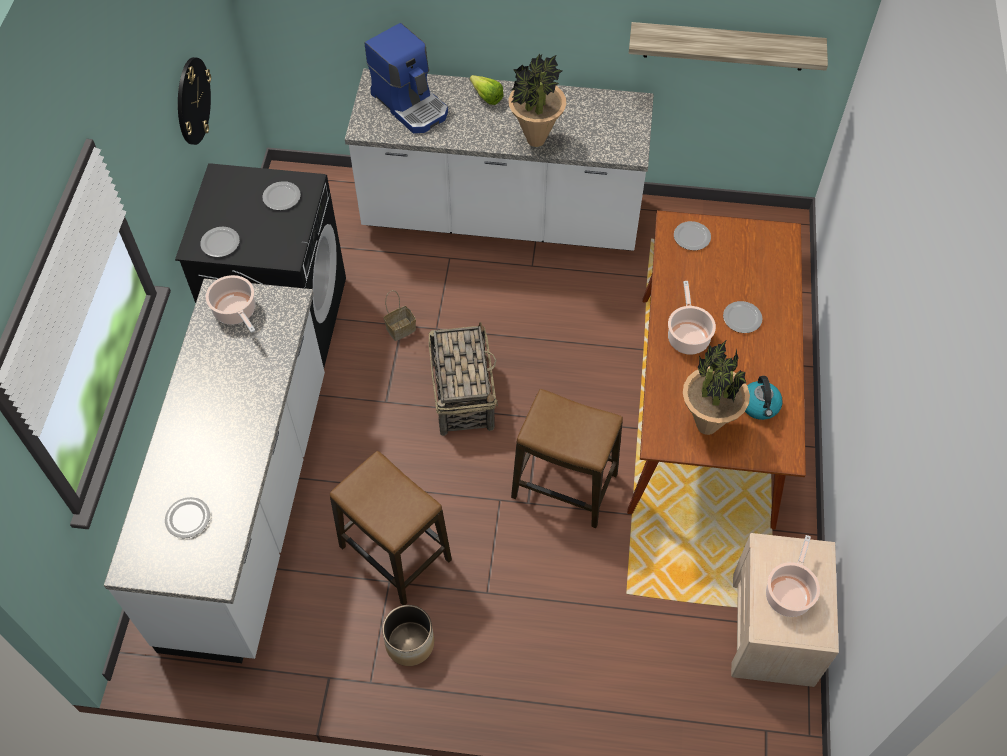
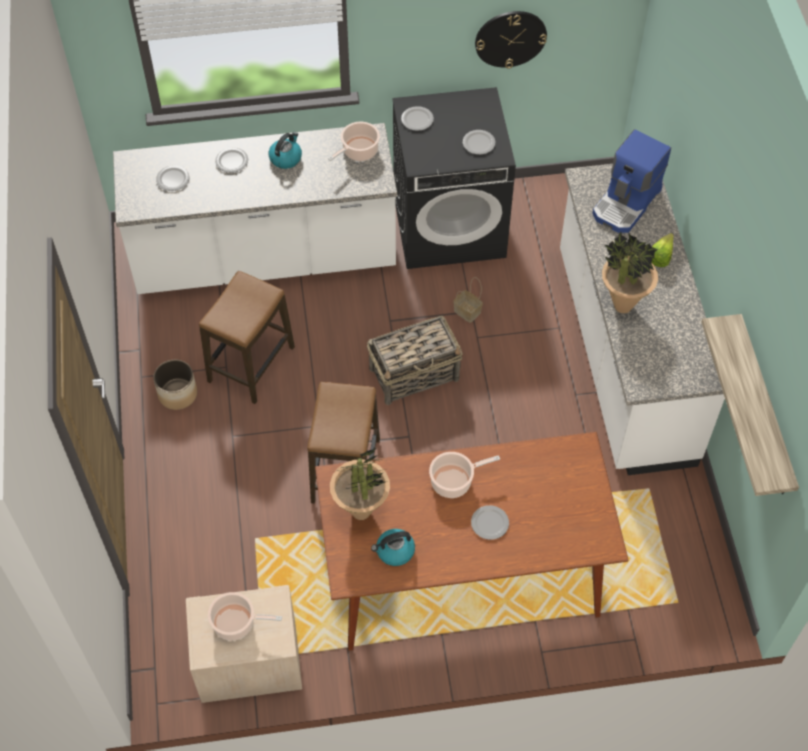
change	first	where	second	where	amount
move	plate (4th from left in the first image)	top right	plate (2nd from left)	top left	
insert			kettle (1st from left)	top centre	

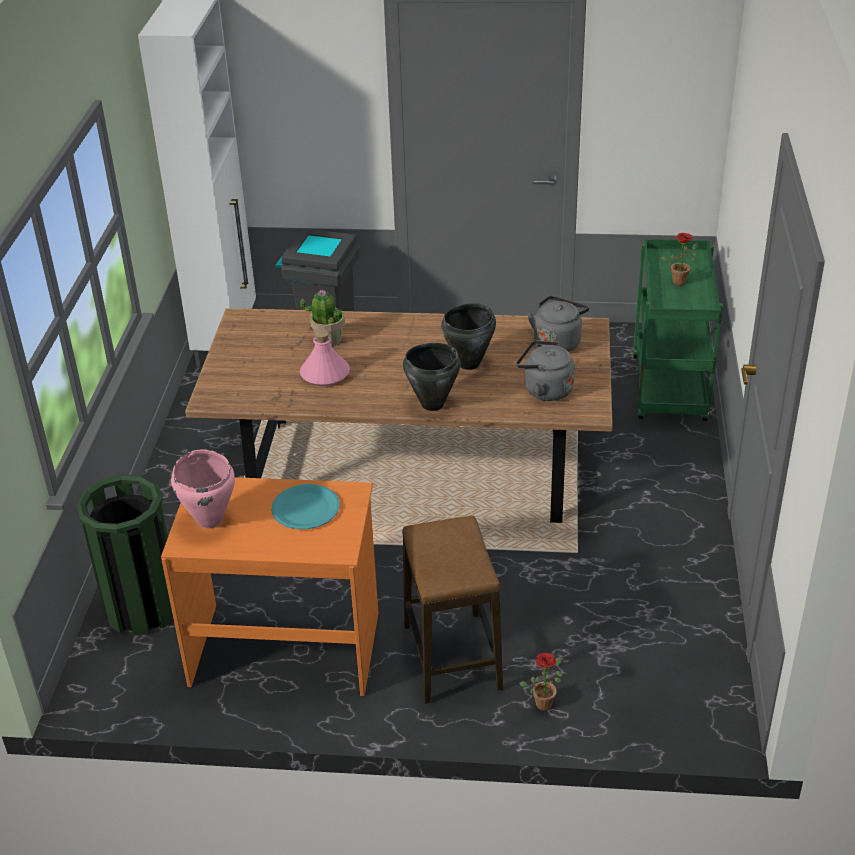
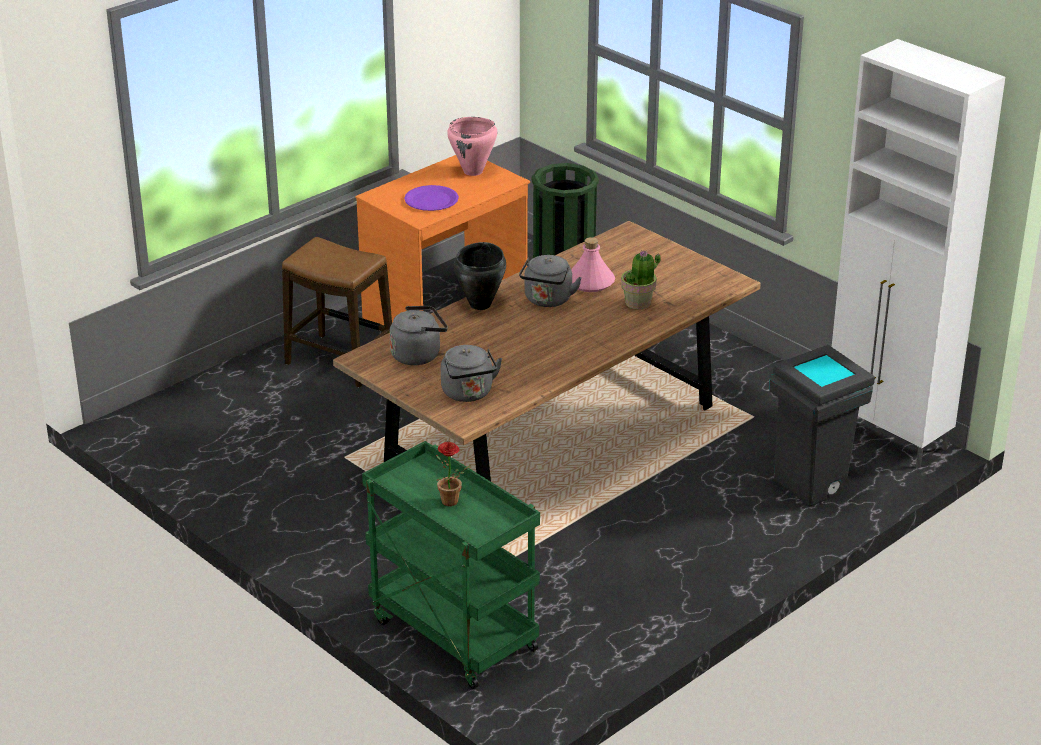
change	first	where	second	where	amount
delete	black cooking pot (2nd from left)	centre			
recolor	turquoise plate	centre	purple plate	top centre	
delete	potted plant (2nd from left)	bottom centre			
insert			grey kettle (3rd from left)	centre	

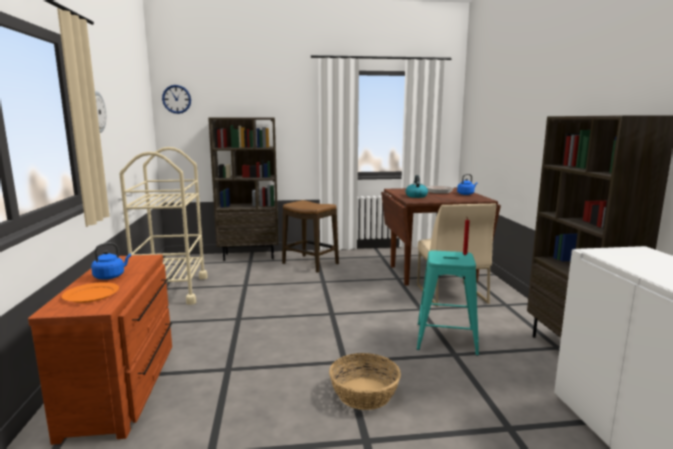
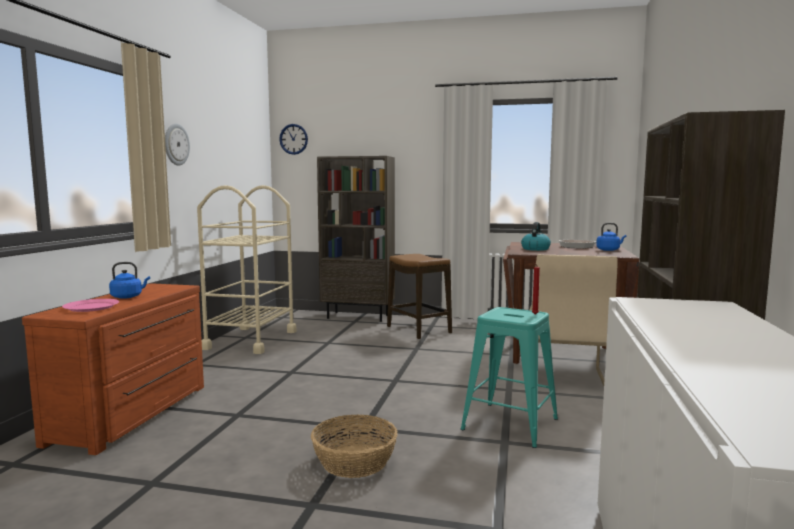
change	first	where	second	where	amount
recolor	orange plate	middle left	pink plate	middle left	

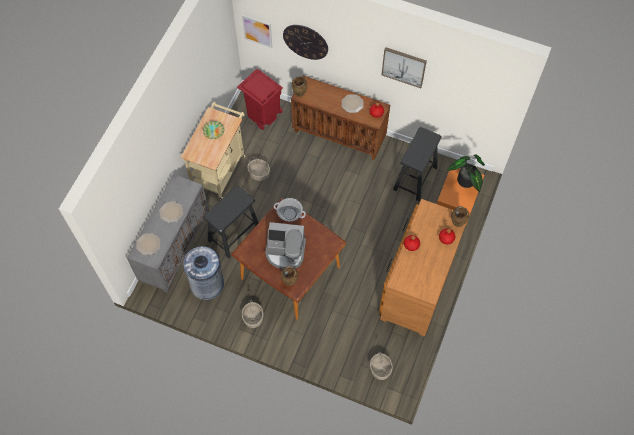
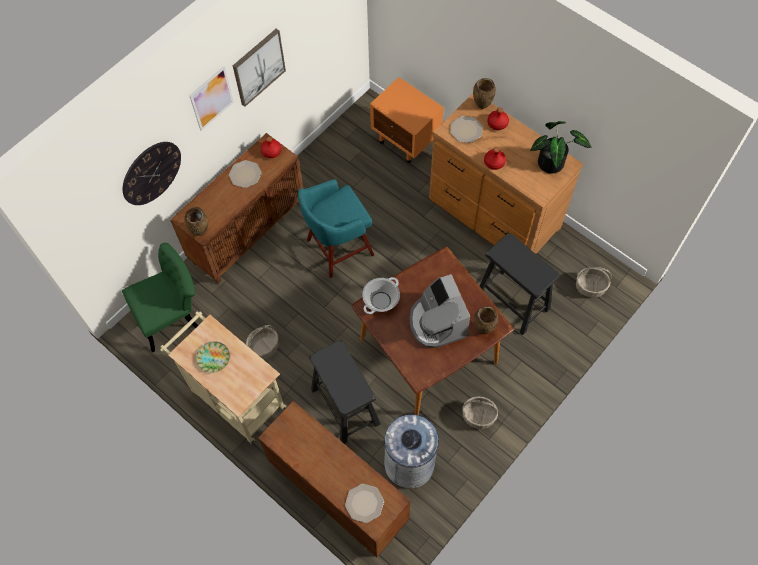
change	first	where	second	where	amount
move	picture (1st from left)	top centre		top left	
replace	red trash can	top centre	green chair	middle left	
move	black stool (2nd from left)	centre		middle right	
move	potted plant	middle right		top right	
recolor	grey cabinet	middle left	brown cabinet (2nd from left)	bottom centre	
move	plate (2nd from left in the first image)	middle left	plate (4th from left)	top centre	
rotate	coffee machine	centre		centre	135 degrees clockwise
insert			turquoise stool	centre	

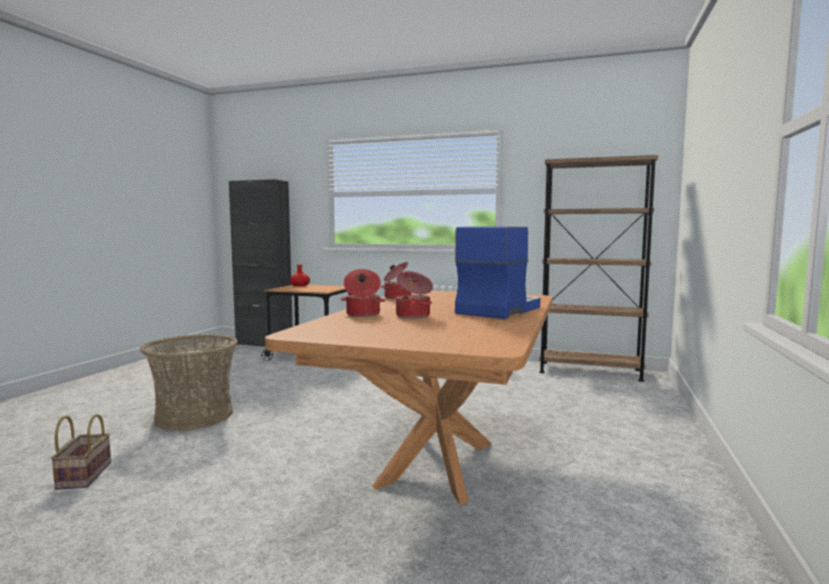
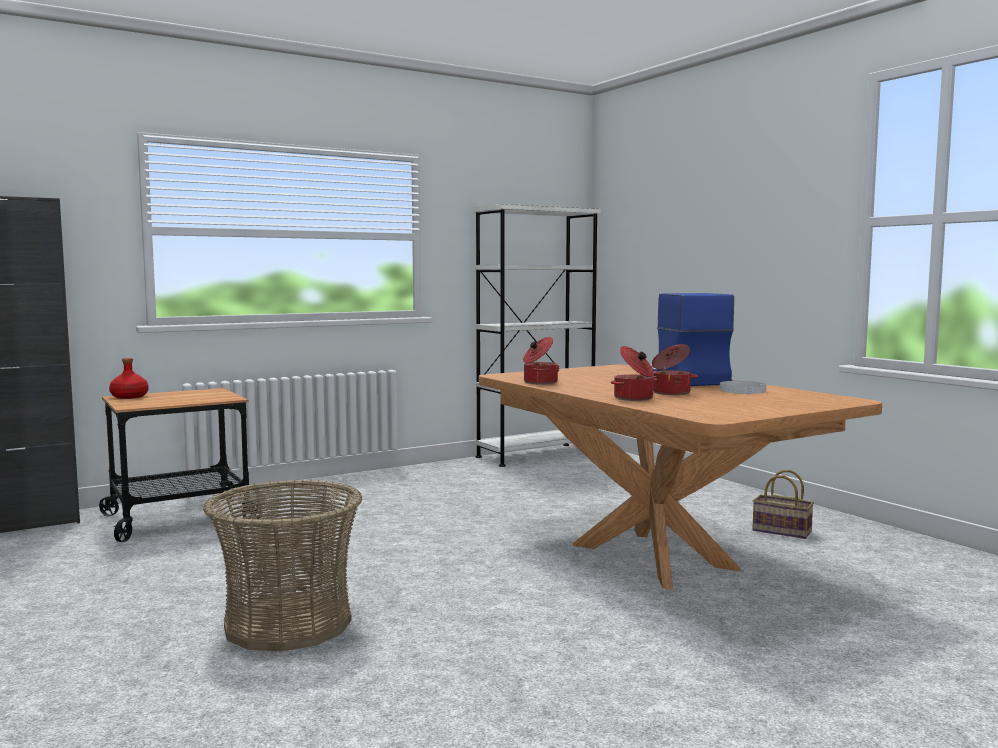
change	first	where	second	where	amount
recolor	brown bookcase	middle right	white bookcase	centre	
move	basket (1st from left in the first image)	bottom left	basket (2nd from left)	bottom right	
insert			white plate	middle right	

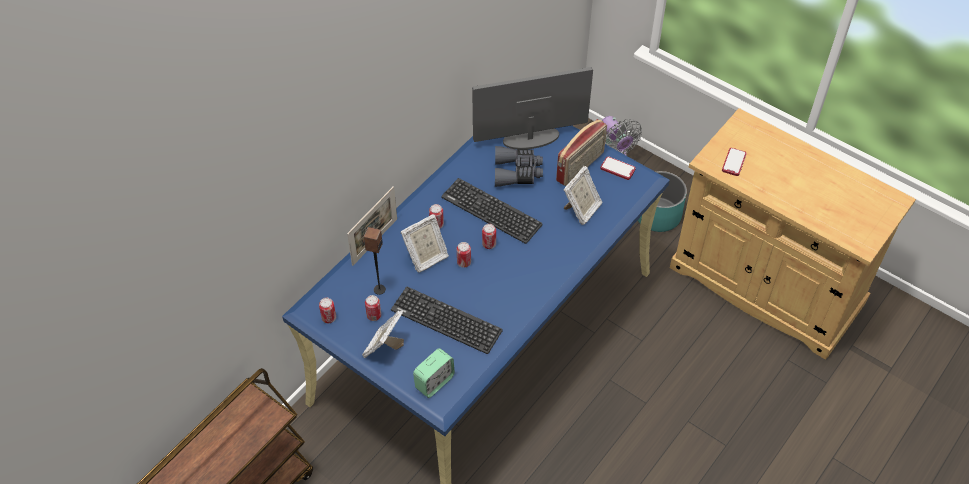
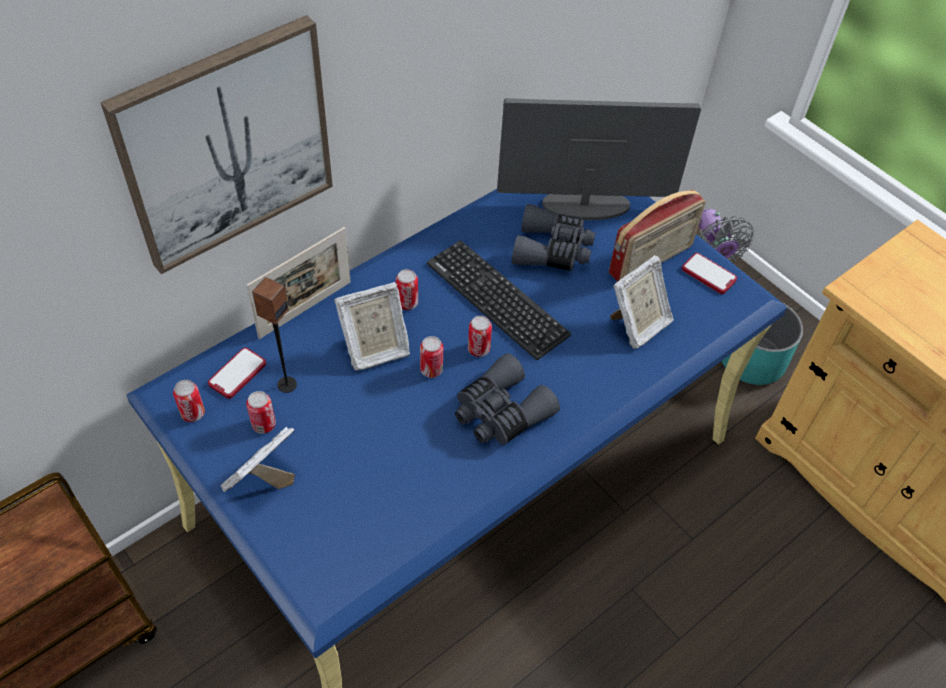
change	first	where	second	where	amount
move	phone (2nd from left in the first image)	middle right	phone (1st from left)	middle left	
delete	keyboard (1st from left)	centre			
delete	alarm clock	bottom centre			
insert			picture	top left	
insert			grey binoculars (1st from left)	centre	

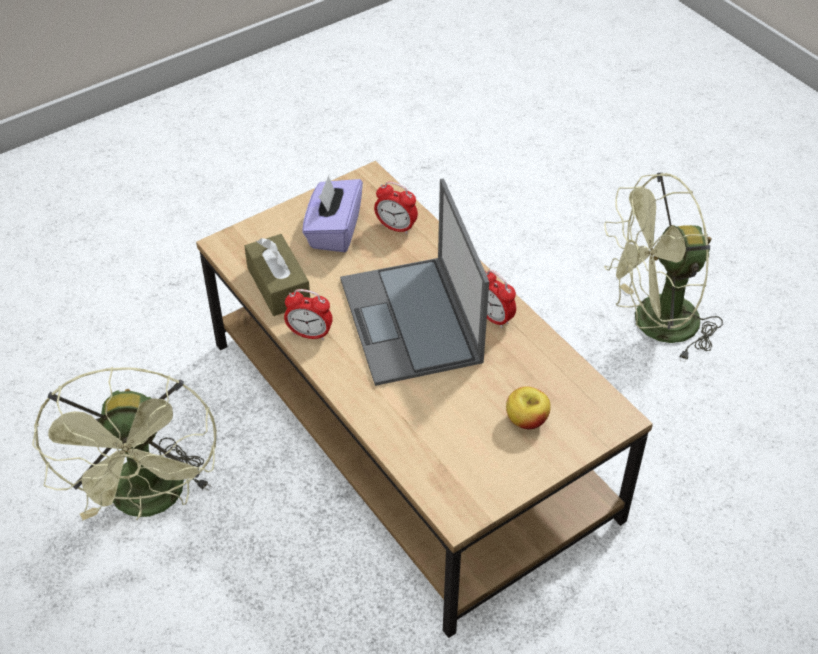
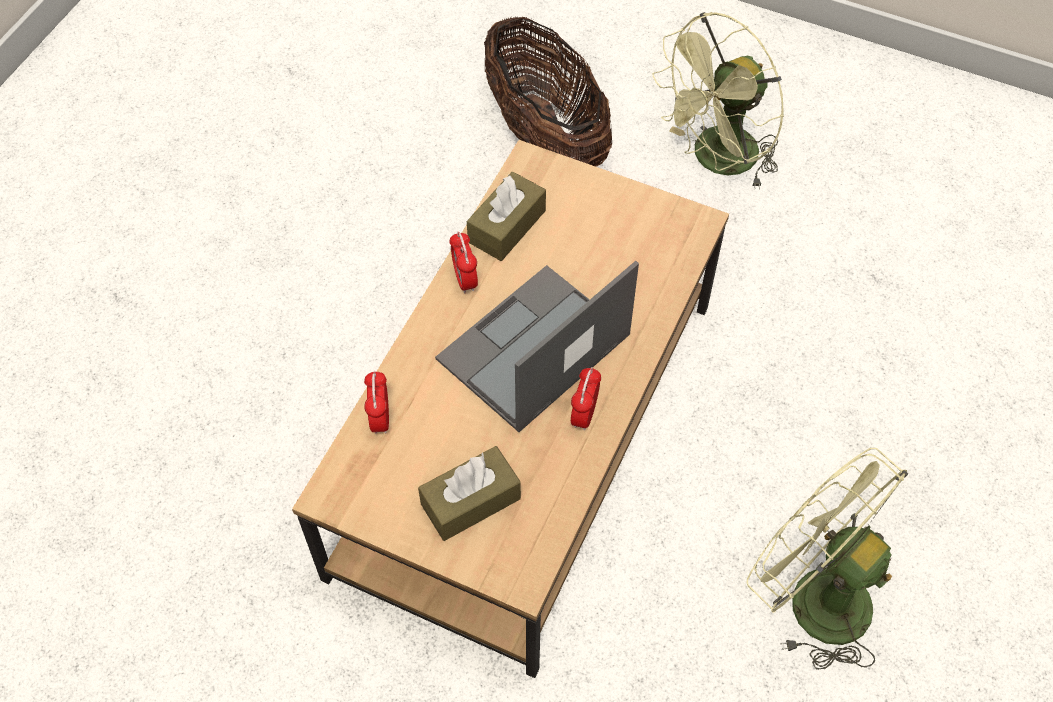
change	first	where	second	where	amount
delete	purple tissue box	top centre			
move	alarm clock (2nd from left in the first image)	top centre	alarm clock (1st from left)	centre	
move	green fan (1st from left)	bottom left		top right	
replace	apple	centre	brown tissue box (1st from left)	bottom centre	
insert			basket	top centre	

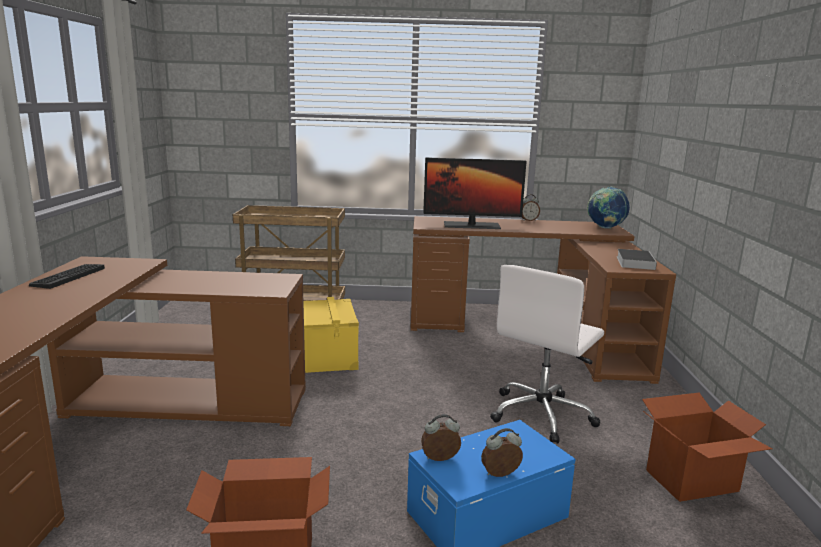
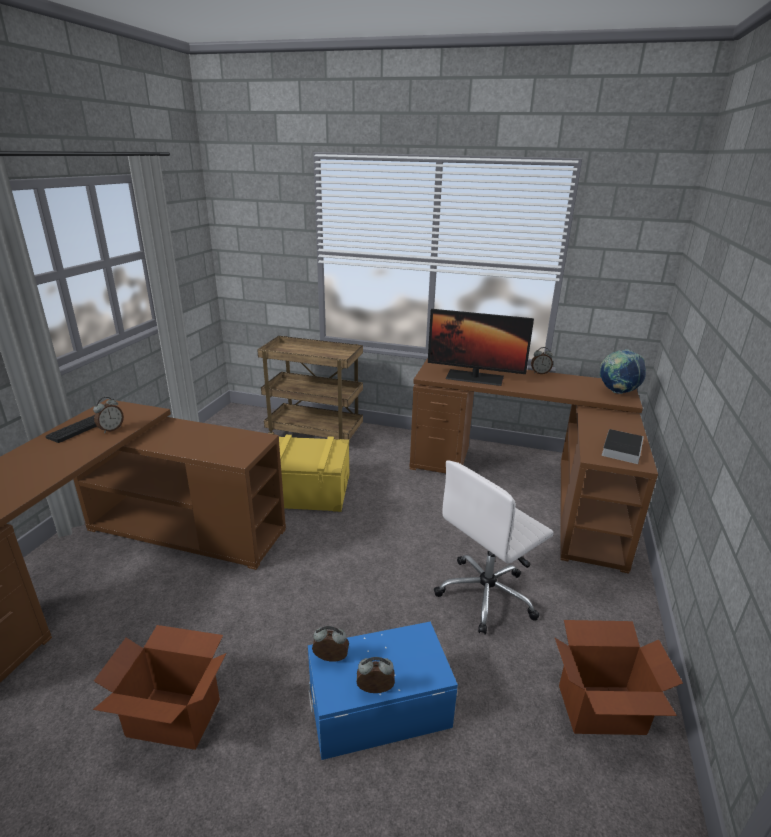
change	first	where	second	where	amount
insert			alarm clock (1st from left)	middle left	

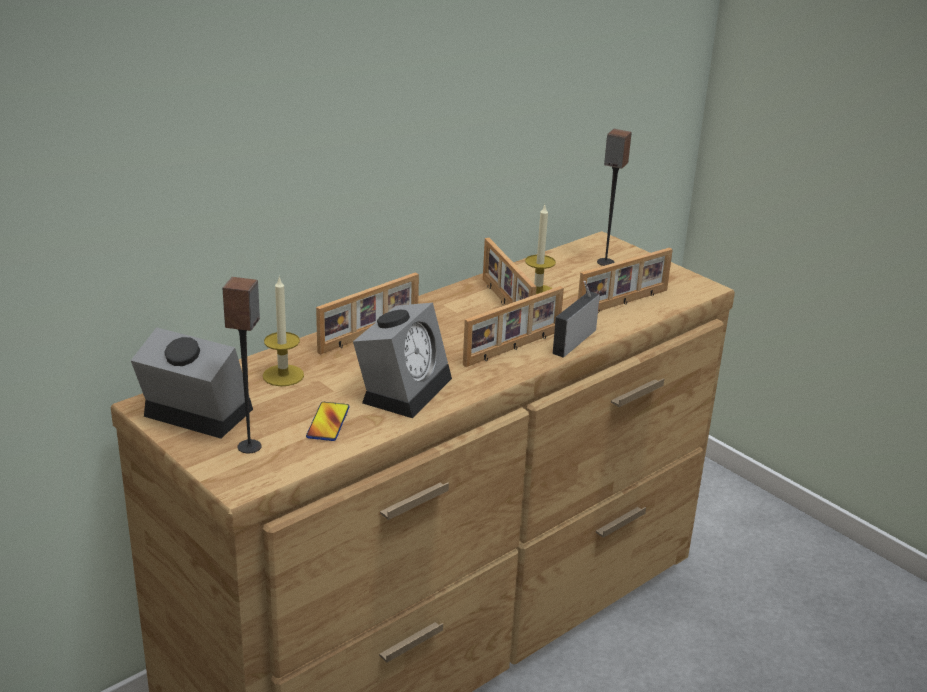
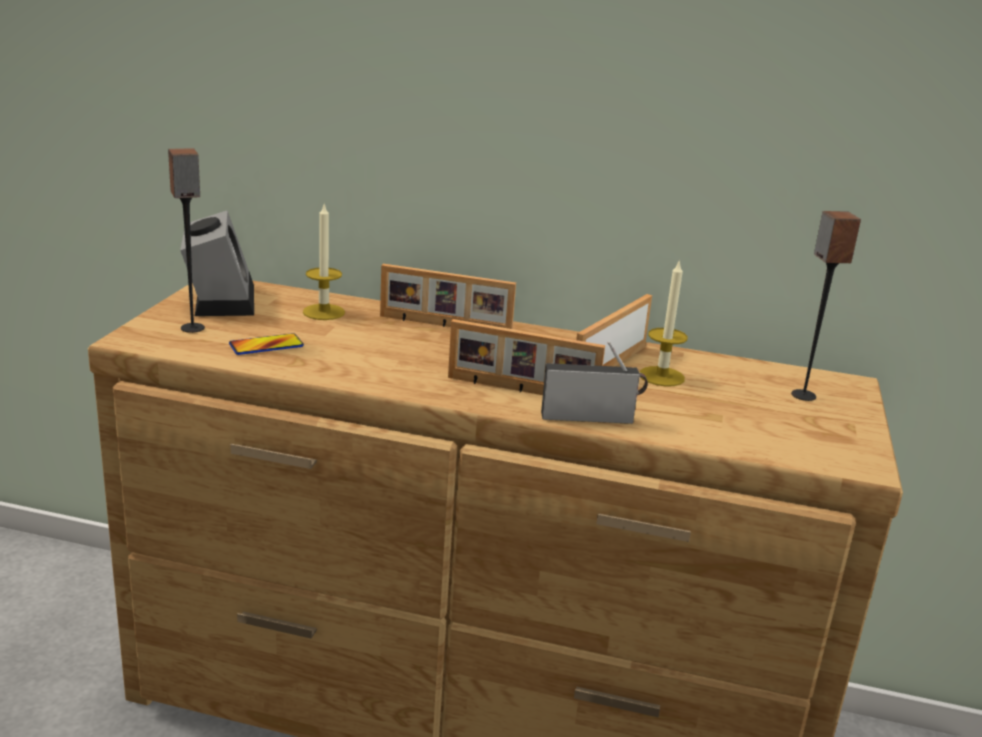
change	first	where	second	where	amount
delete	picture frame (4th from left)	middle right			
delete	alarm clock (2nd from left)	centre			

